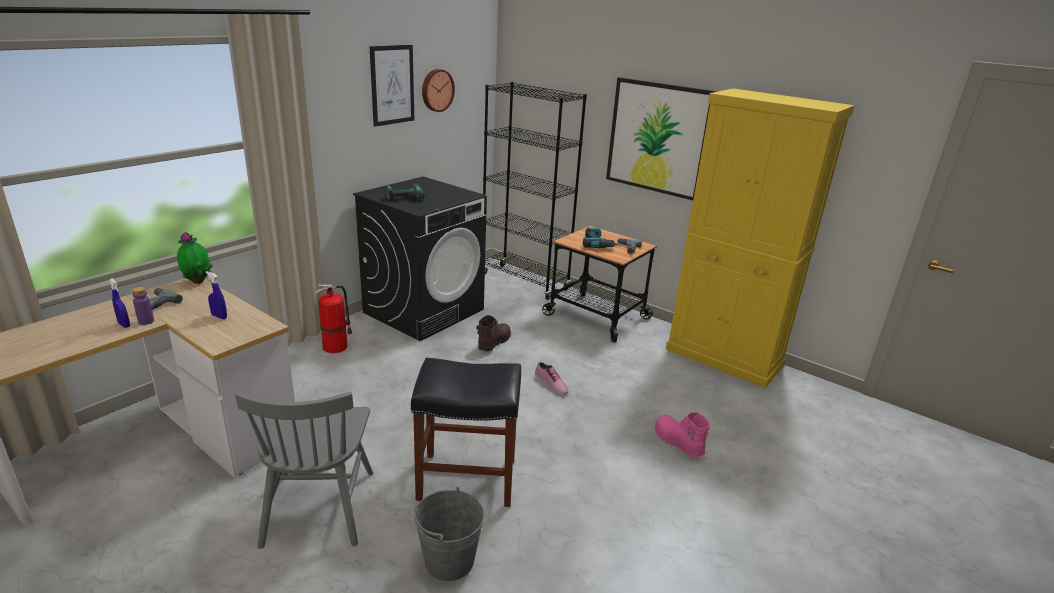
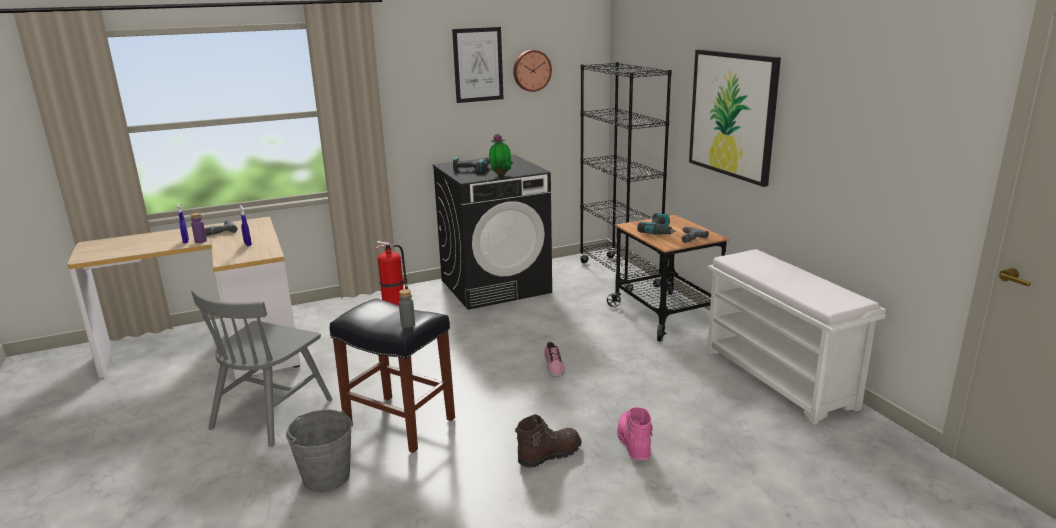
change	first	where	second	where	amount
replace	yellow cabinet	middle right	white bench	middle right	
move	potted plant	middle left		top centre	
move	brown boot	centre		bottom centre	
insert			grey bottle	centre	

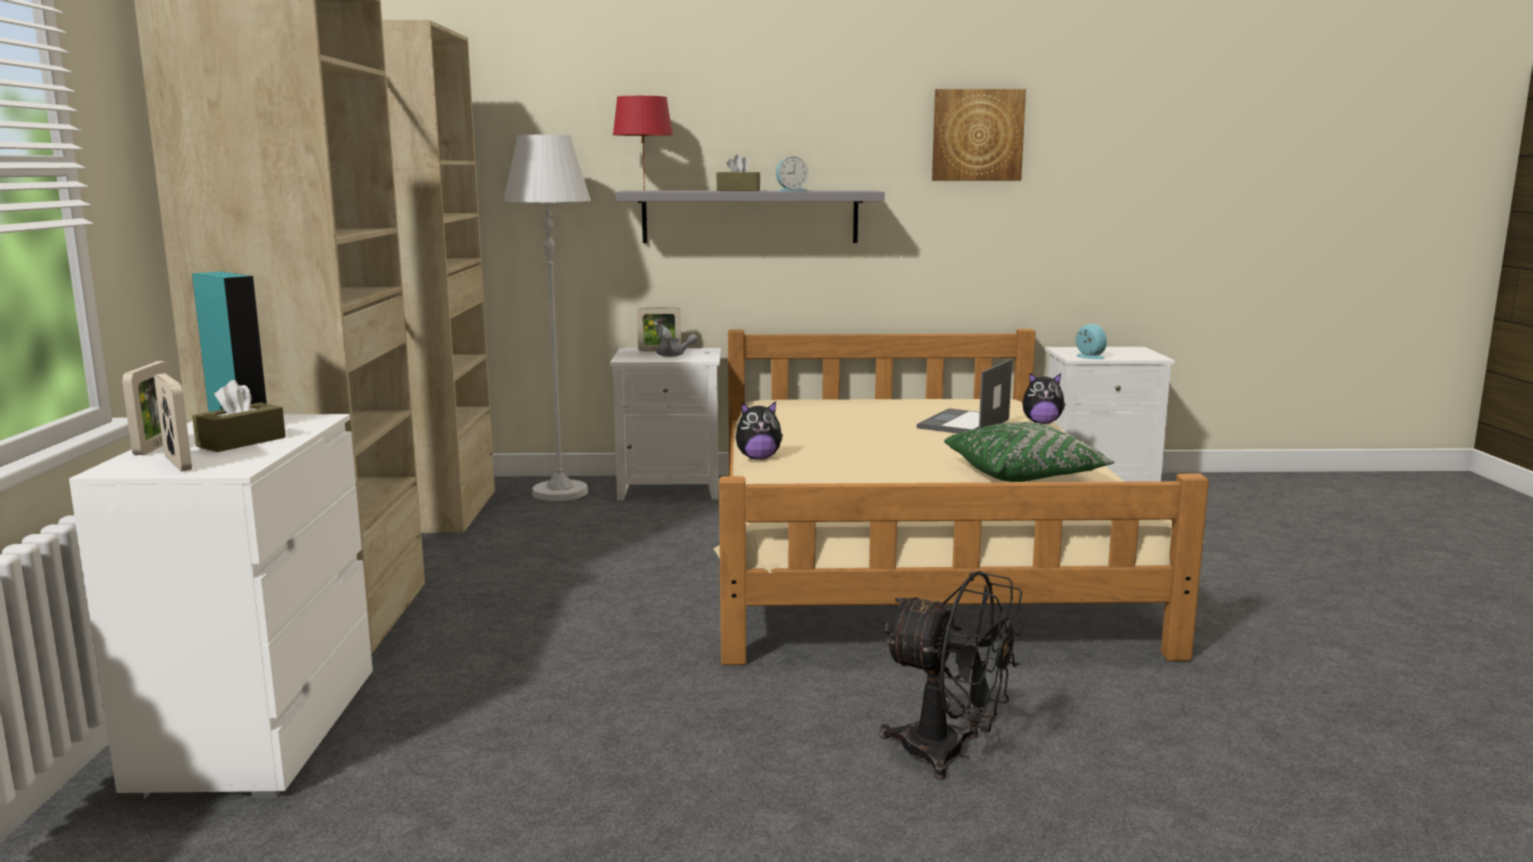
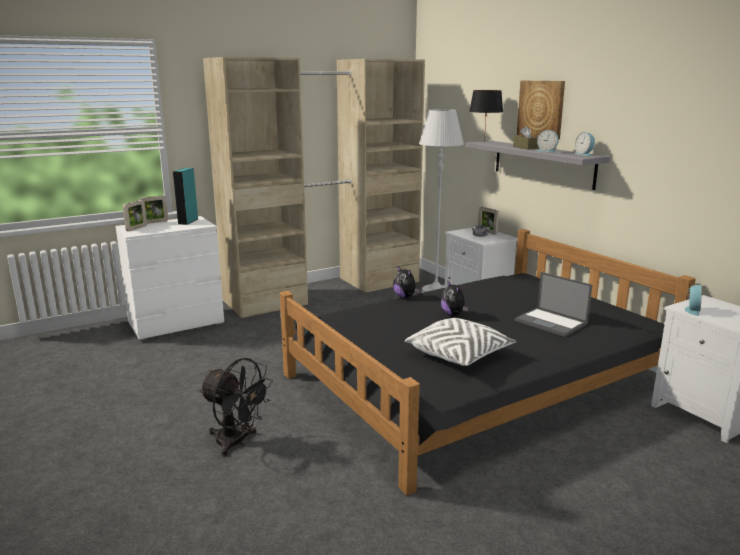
change	first	where	second	where	amount
move	picture	top centre		top right	
recolor	red table lamp	top centre	black table lamp	top centre	
recolor	beige bed	centre	black bed	centre	
rotate	laptop	centre		middle right	135 degrees counterclockwise
move	plush toy (2nd from left)	middle right		centre	
delete	brown tissue box (1st from left)	middle left			
recolor	green pillow	middle right	white pillow	centre	
rotate	black fan	bottom centre		bottom left	60 degrees counterclockwise
insert			alarm clock (2nd from left)	top right	

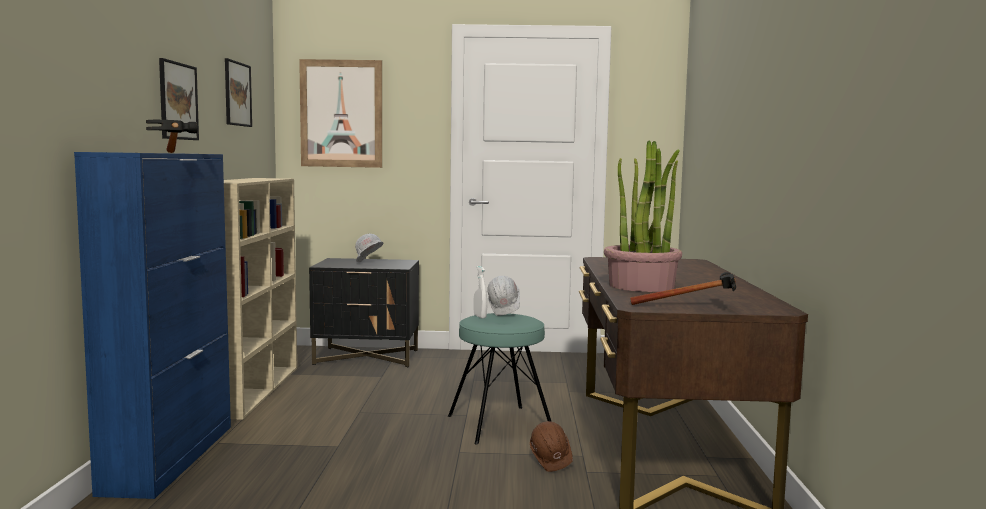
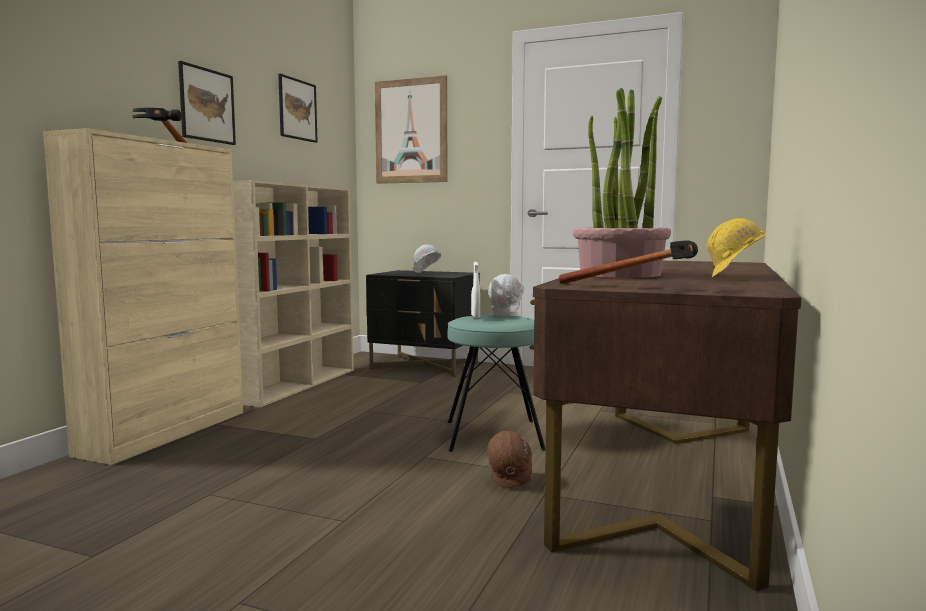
change	first	where	second	where	amount
recolor	blue cabinet	middle left	beige cabinet	middle left	
insert			yellow hard hat	middle right	

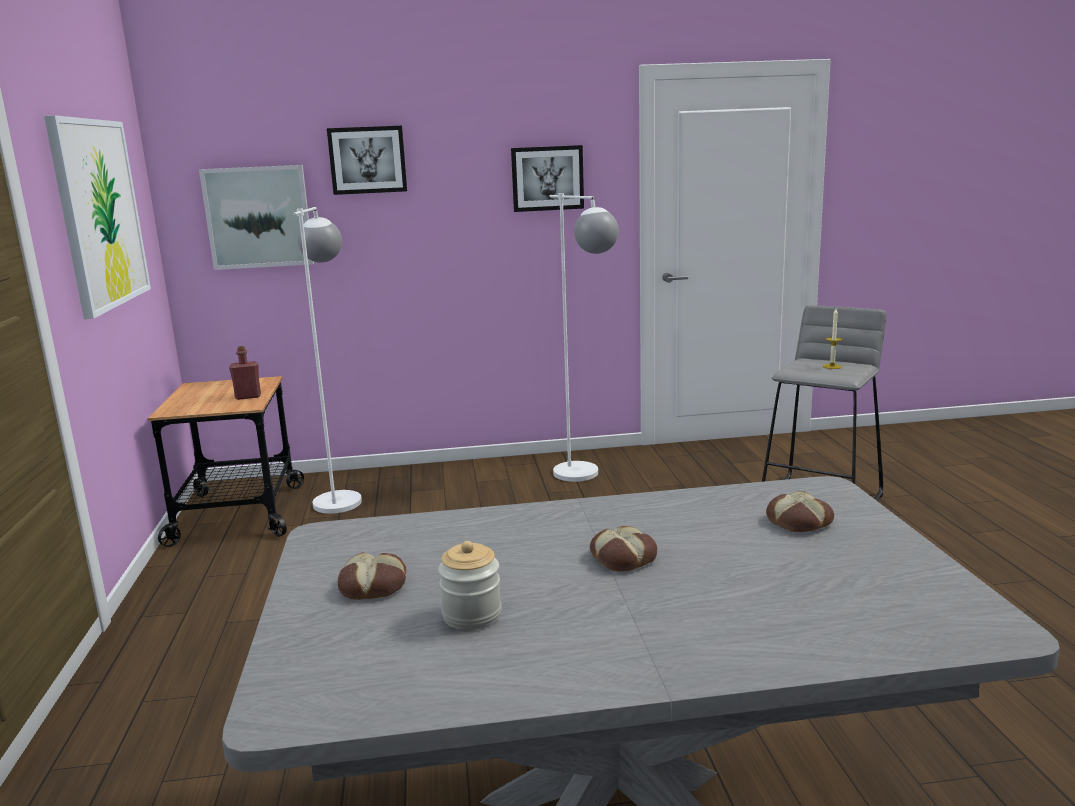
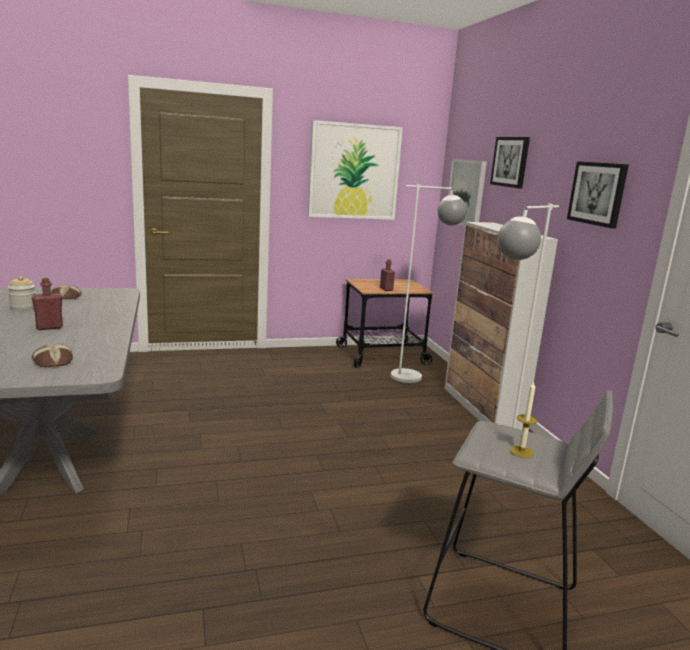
change	first	where	second	where	amount
replace	bread (2nd from left)	bottom centre	red bottle (1st from left)	middle left	
insert			cabinet	middle right	

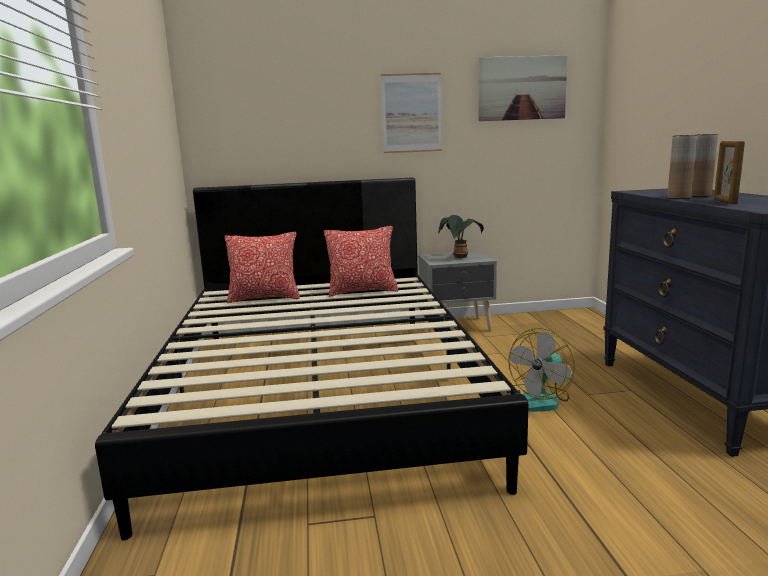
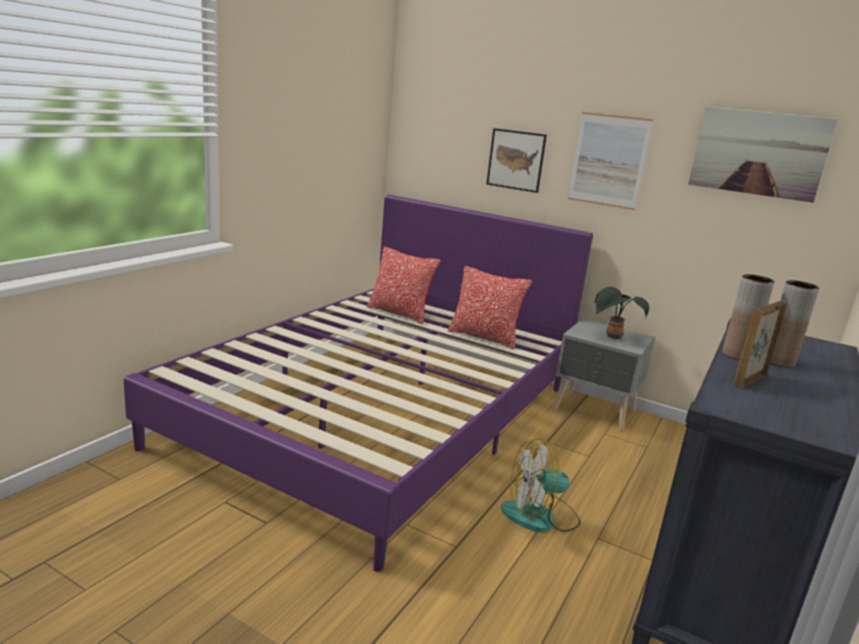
change	first	where	second	where	amount
recolor	black bed	centre	purple bed	centre	
insert			picture (1st from left)	top centre	

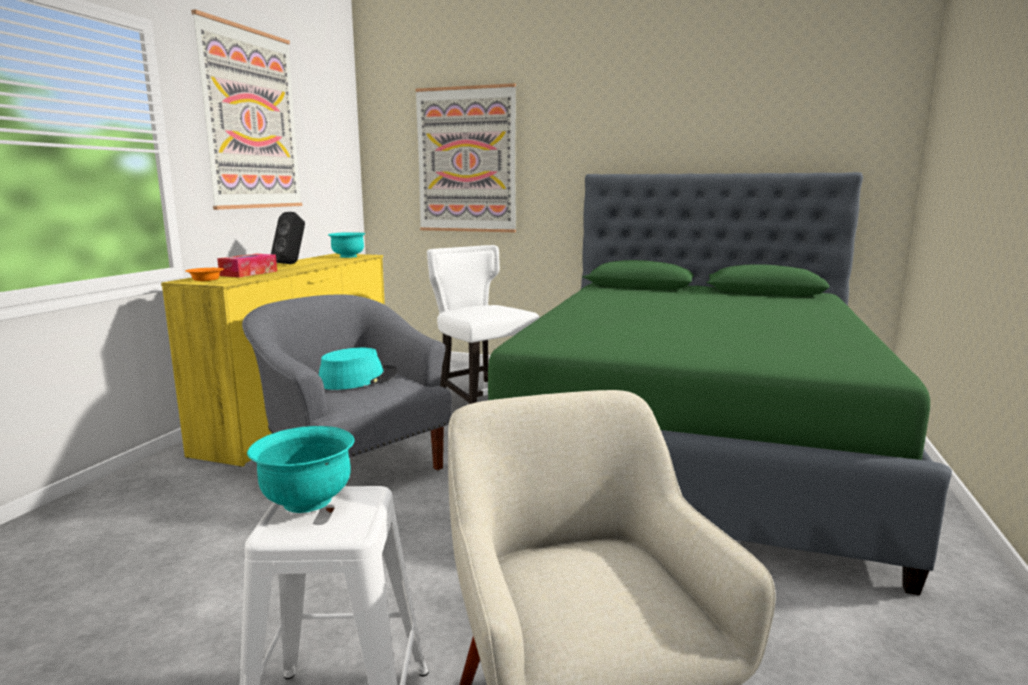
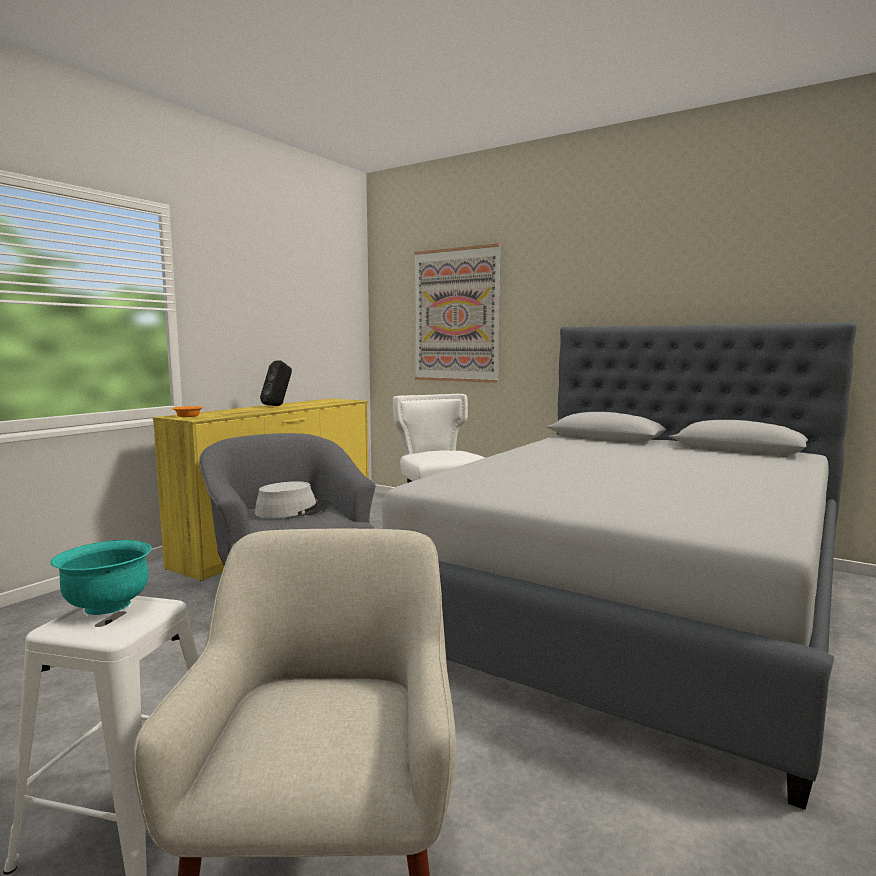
change	first	where	second	where	amount
delete	picture (1st from left)	top left			
recolor	green bed	middle right	grey bed	middle right	
delete	turquoise bowl (2nd from left)	centre			
delete	tissue box	middle left			
recolor	turquoise hat	centre	grey hat	centre	

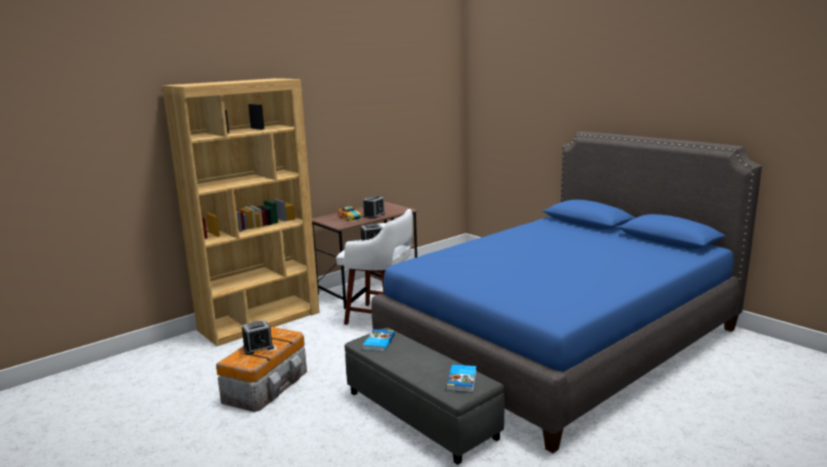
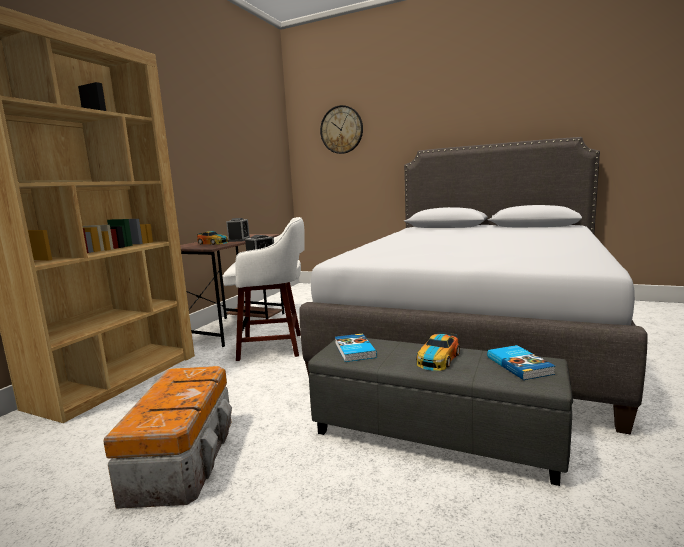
change	first	where	second	where	amount
recolor	blue bed	middle right	grey bed	middle right	
delete	alarm clock (1st from left)	bottom left			
insert			wall clock	top centre	
insert			toy car (2nd from left)	centre	

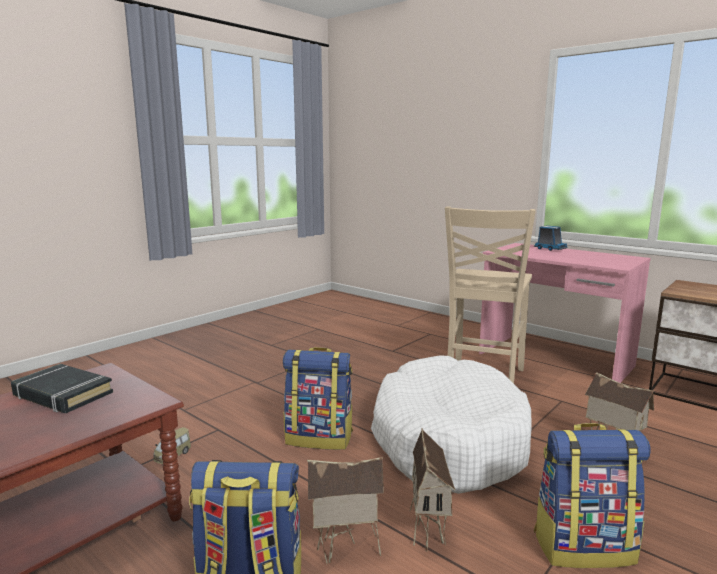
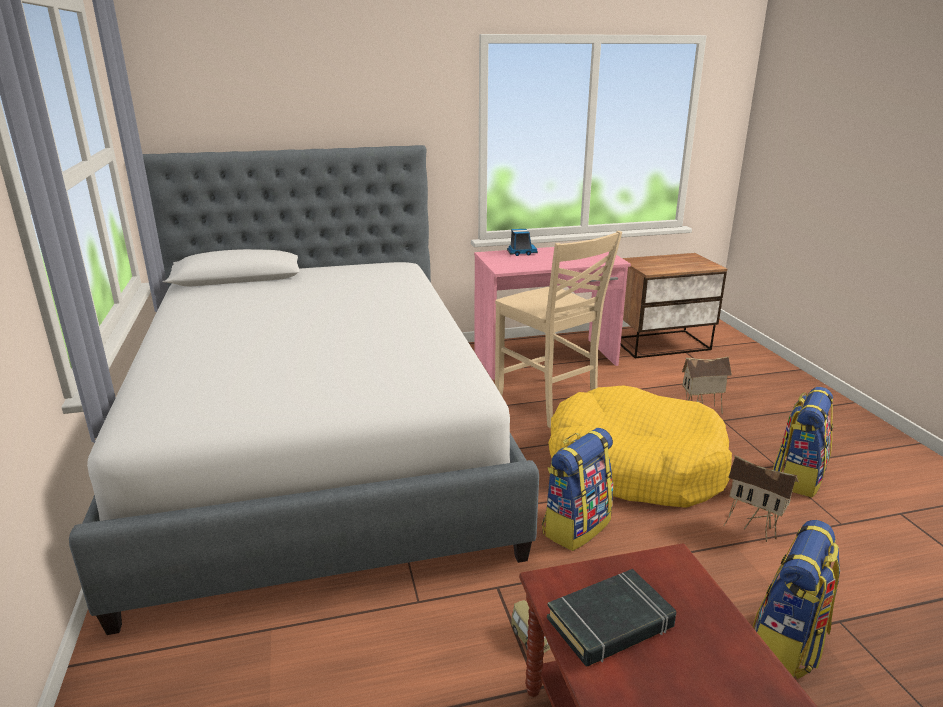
change	first	where	second	where	amount
recolor	white dog bed	bottom centre	yellow dog bed	middle right	
delete	toy house (1st from left)	bottom centre			
insert			bed	middle left	

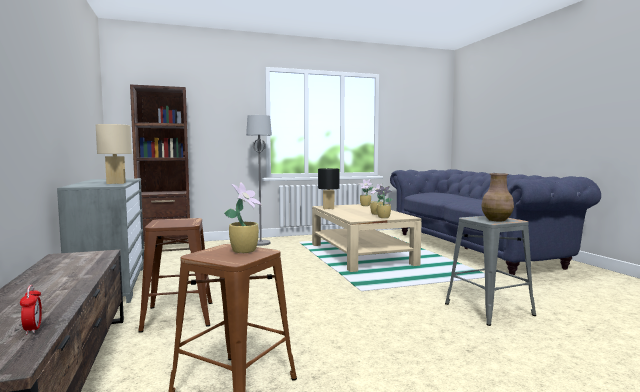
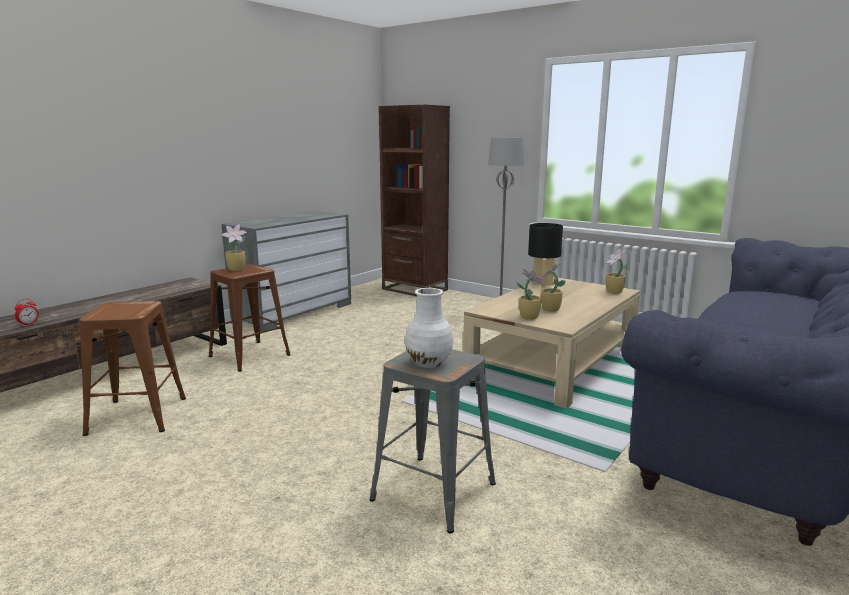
change	first	where	second	where	amount
delete	beige table lamp	middle left			
recolor	brown vase	middle right	white vase	centre	
move	potted plant (1st from left)	centre		middle left	

